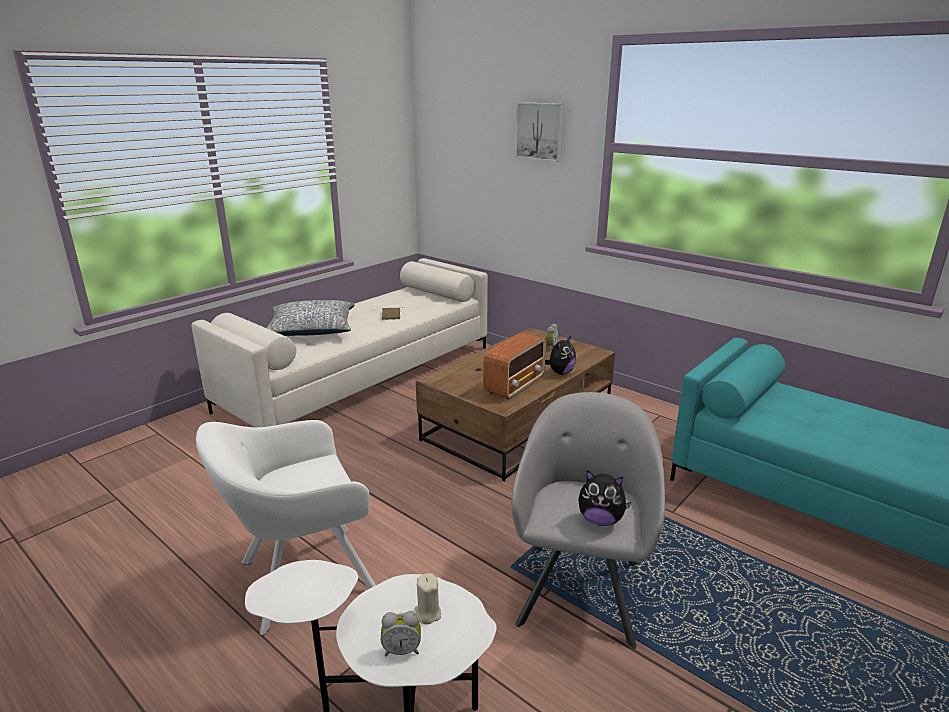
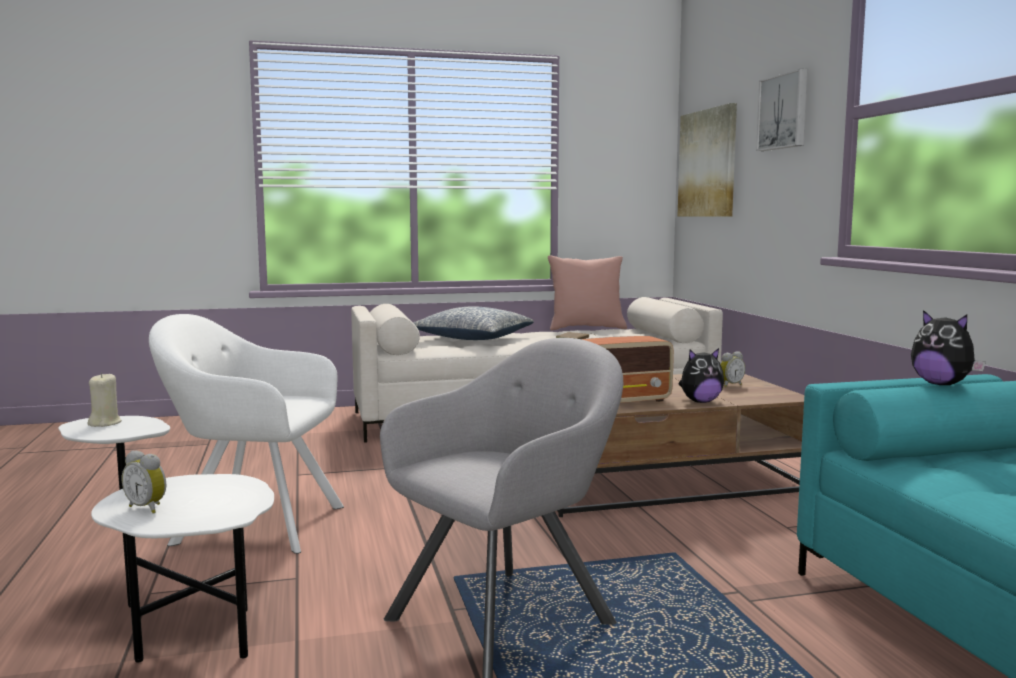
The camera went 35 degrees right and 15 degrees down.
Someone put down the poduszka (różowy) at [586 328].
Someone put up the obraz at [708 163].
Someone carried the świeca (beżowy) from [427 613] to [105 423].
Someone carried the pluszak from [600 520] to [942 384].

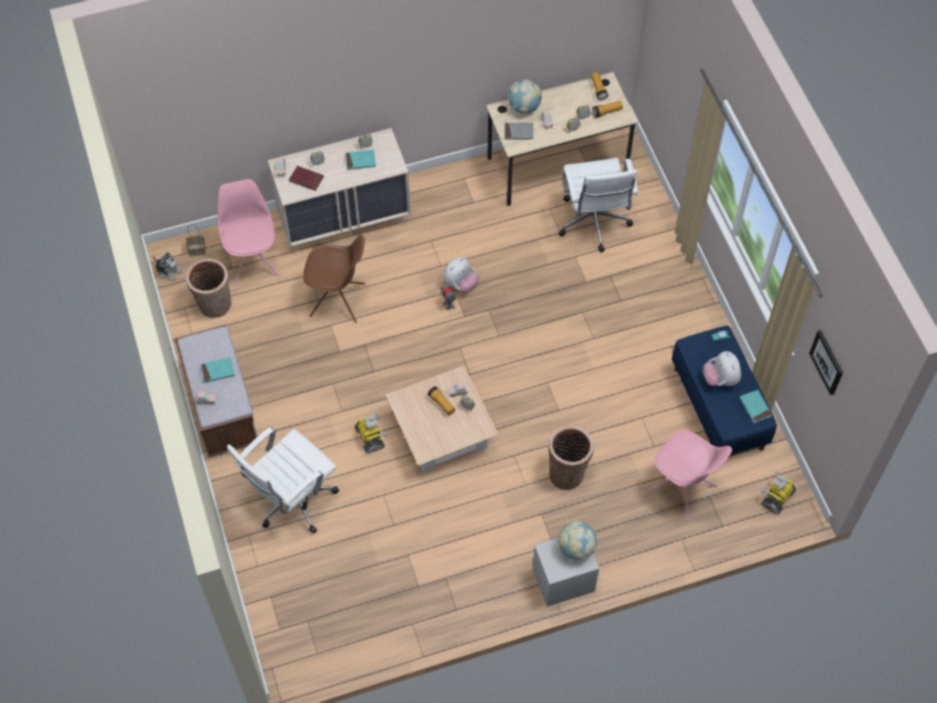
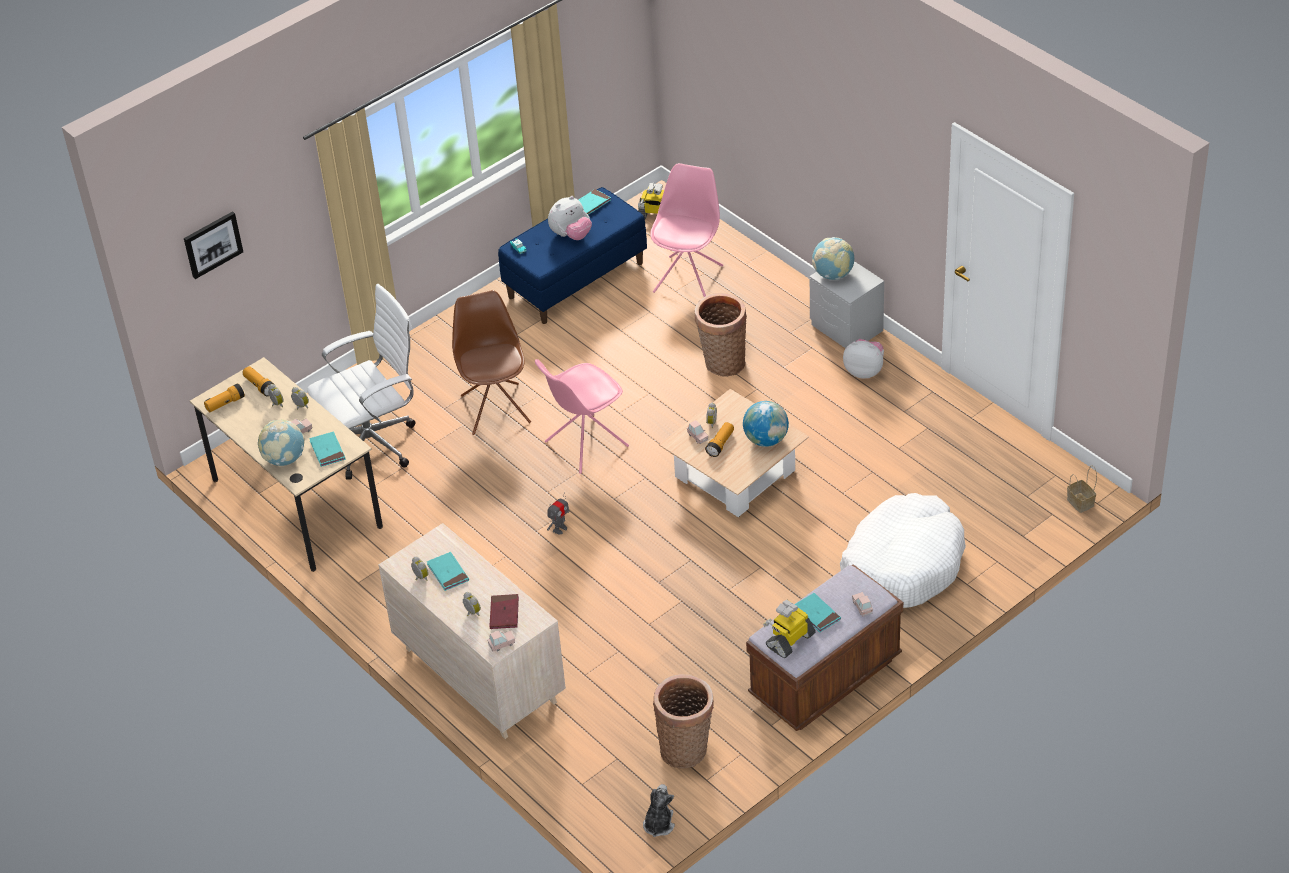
The camera went 110 degrees left and 15 degrees down.
Someone put down the globus at [766 439].
Someone carried the koszyk from [196 250] to [1081 503].
Someone carried the krzesło (różowy) from [253 261] to [585 444].
Someone carried the krzesło (brązowy) from [338 300] to [495 408].
Someone carried the robot zabawkowy from [370 438] to [790 640].
Someone carried the pluszak from [460 284] to [864 371].
Someone carried the obraz from [827 362] to [212 244].
Someone swapped the krzesło biurowe (biały) at [291 501] for the legowisko (biały) at [902 564].
Someone repainted the książka (szary) at [518 132], which became the książka (turkusowy) at [327 451].

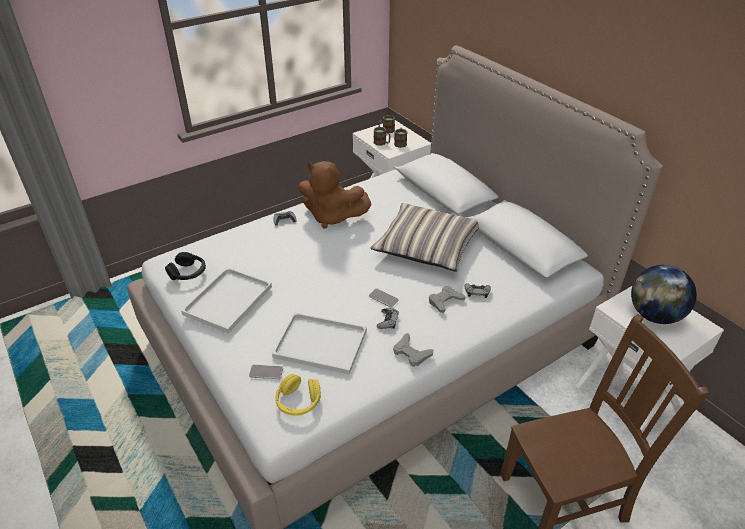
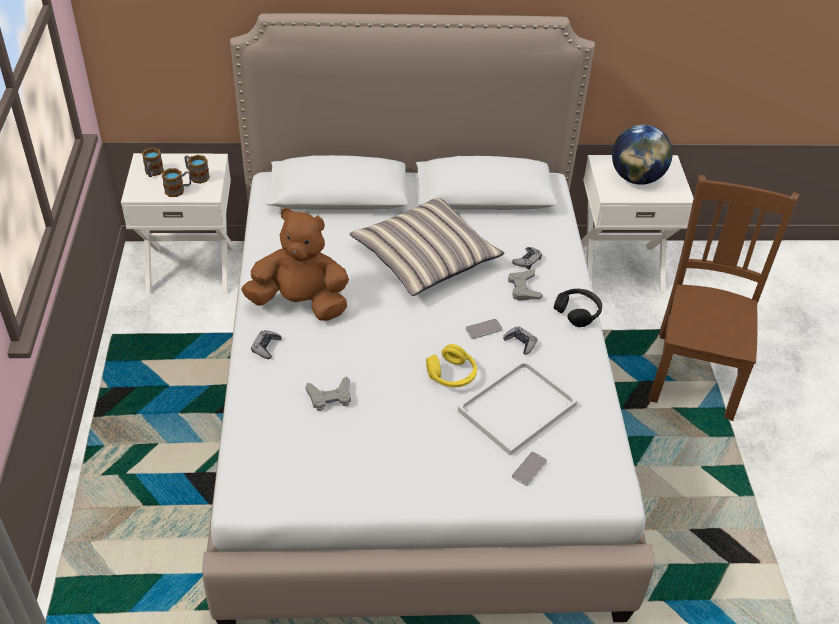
The camera went 60 degrees left and 5 degrees up.
Someone took away the taca (biały) at [228 299].
Someone carried the słuchawki (czarny) from [188 273] to [577 312].
Someone carried the słuchawki (żółty) from [298 401] to [452 374].
Someone carried the pad do gier (szary) from [411 353] to [330 397].
Someone rotated the pluszak (brązowy) at [332 217] by 135 degrees counterclockwise.

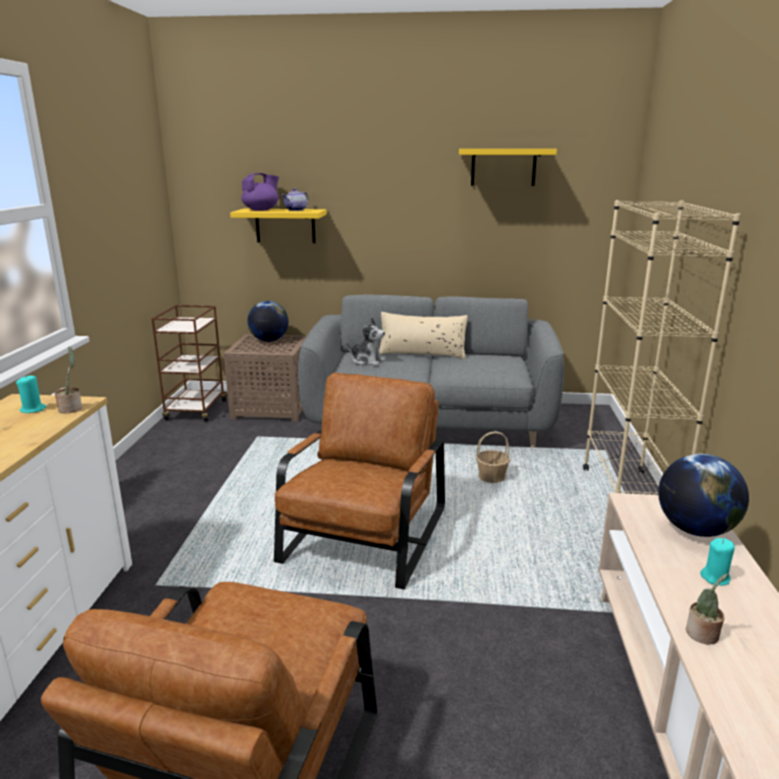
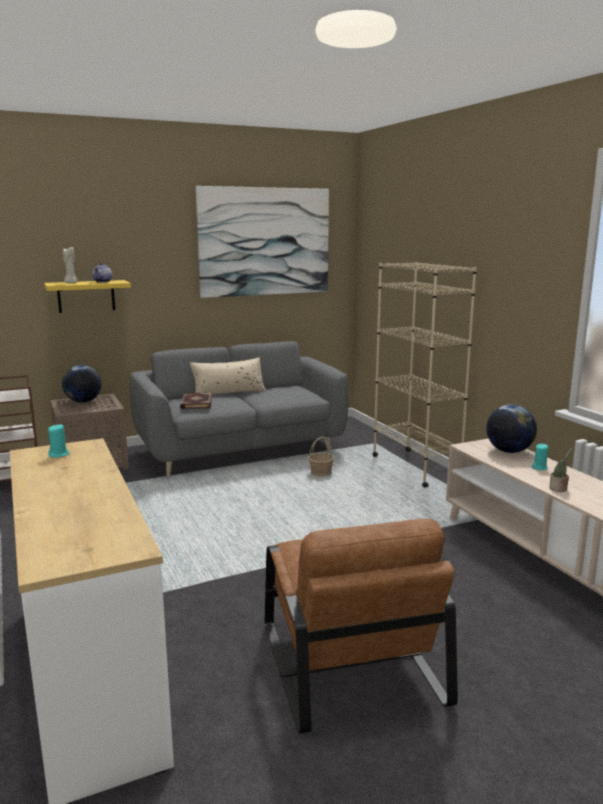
The camera went 30 degrees left and 5 degrees down.
Someone took away the roślina doniczkowa at [71 408].
Someone took away the fotel (brązowy) at [364 536].
Someone swapped the imbryk (fioletowy) at [261 210] for the świeca (beżowy) at [71 283].
Someone swapped the pluszak at [367 361] for the książka at [196 403].
Someone swapped the półka (żółty) at [503 167] for the obraz at [264 242].

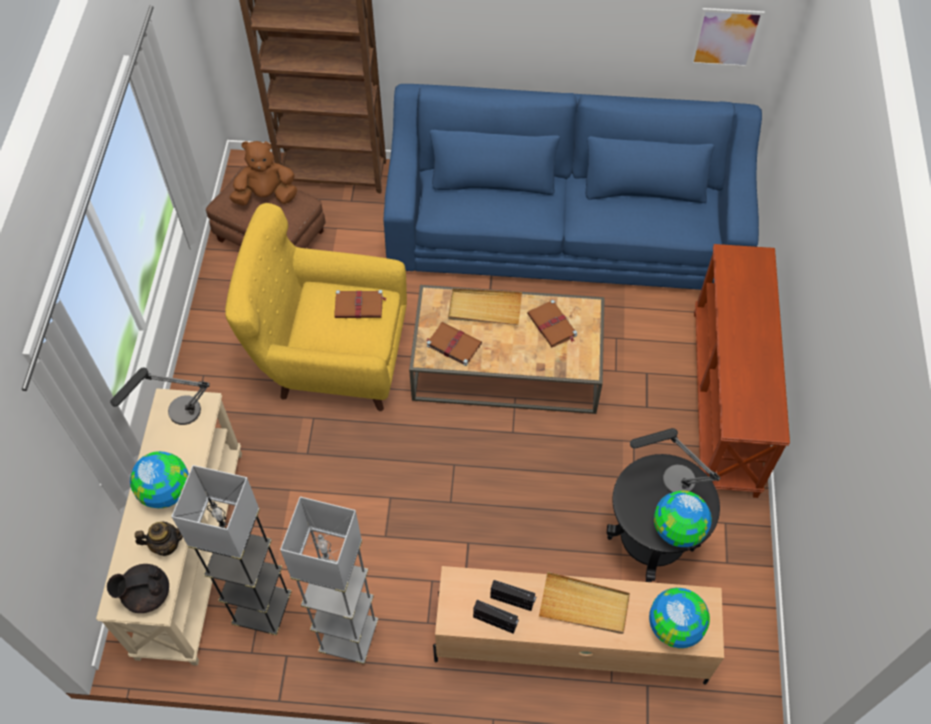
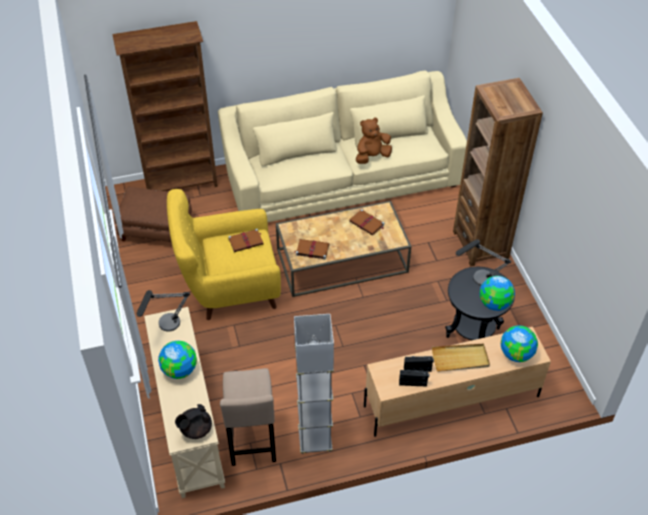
The camera went 20 degrees left and 10 degrees down.
Someone took away the imbryk at [166 544].
Someone took away the taca (beżowy) at [484 308].
Someone took away the obraz at [726 38].
Someone carried the pluszak (brązowy) from [266 196] to [372 157].
Someone swapped the lampa stojąca (szary) at [262 610] for the stołek (beżowy) at [252 442].
Someone swapped the stolik konsolowy (brązowy) at [725 401] for the regał (brązowy) at [481 244].
Someone repainted the kanapa (niebieski) at [565 229], which became the kanapa (beżowy) at [343 177].

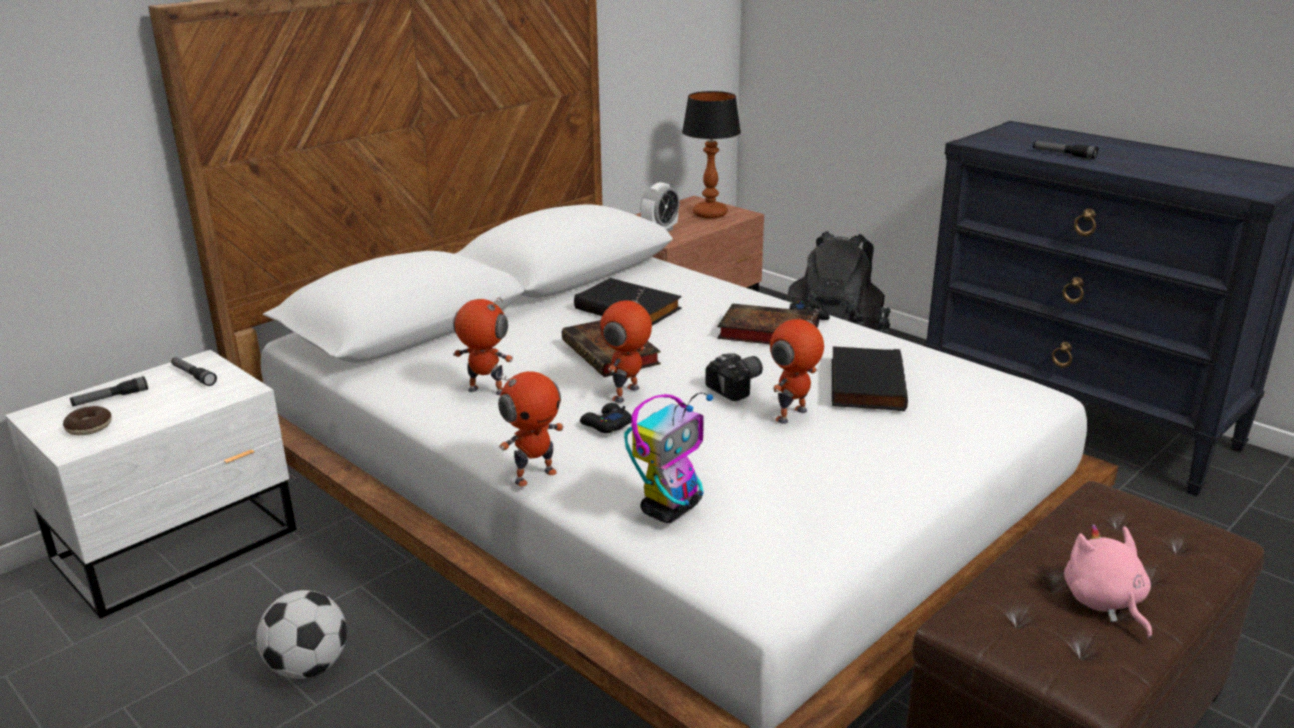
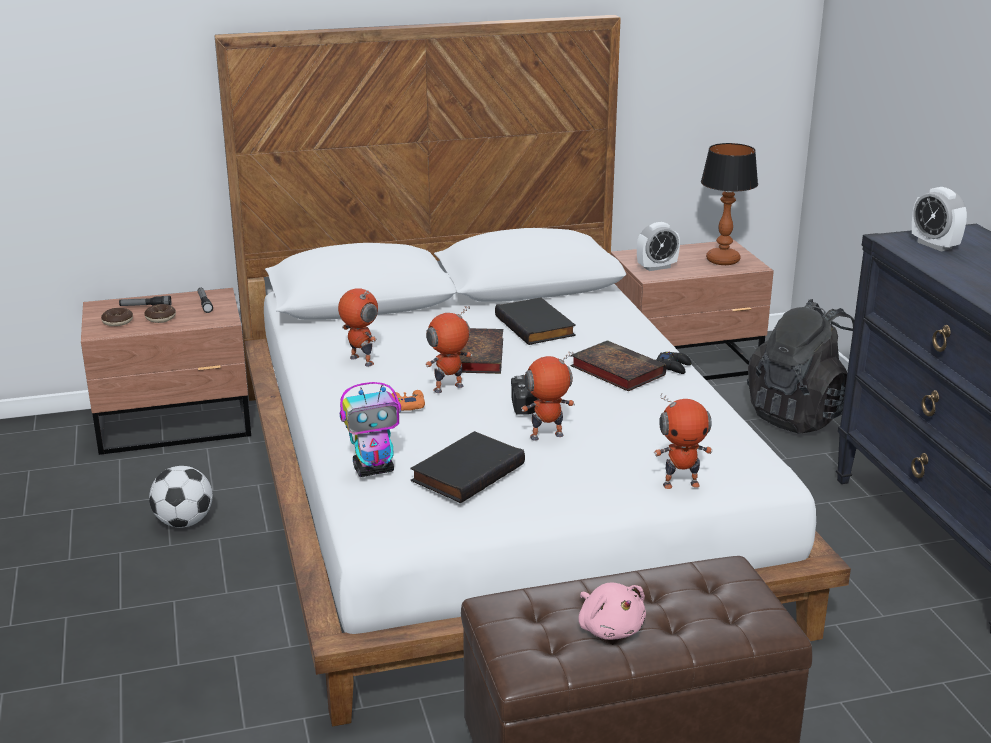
The camera went 30 degrees right and 0 degrees up.
Someone took away the latarka at [1063 154].
Someone put down the donut at [160 318].
Someone put down the budzik at [934 245].
Someone carried the robot zabawkowy from [534 475] to [681 484].
Someone carried the książka (czarny) from [864 384] to [466 471].
Someone repainted the szafka nocna (biały) at [181 546], which became the szafka nocna (brązowy) at [176 425].
Someone repainted the pad do gier (czarny) at [606 424], which became the pad do gier (pomarańczowy) at [407 405].
Someone rotated the pluszak (różowy) at [1105 603] by 135 degrees clockwise.

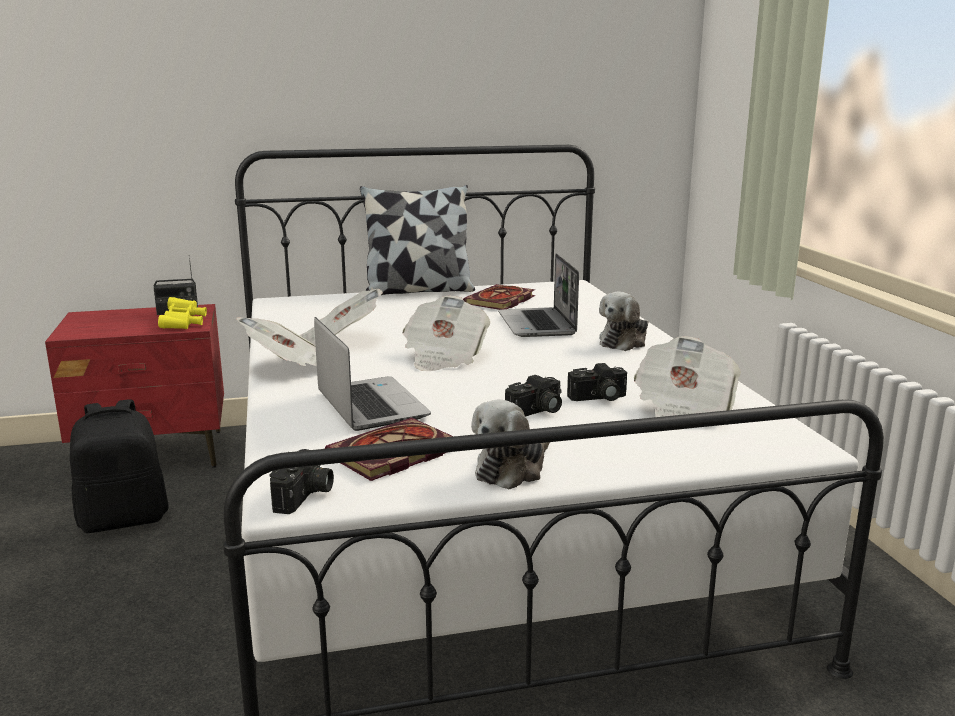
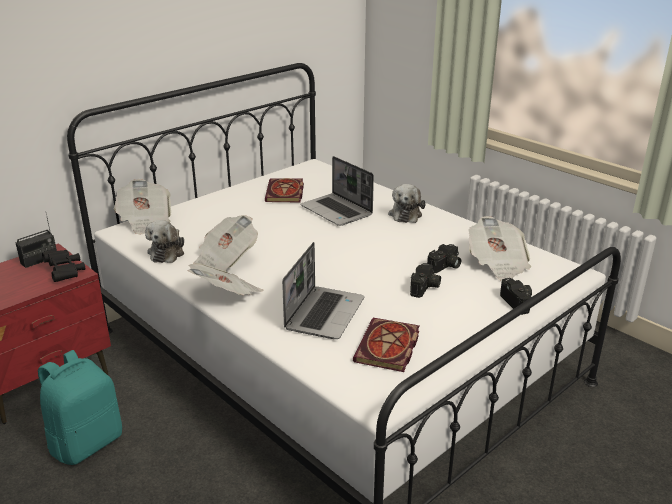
The camera went 30 degrees left and 10 degrees up.
Someone took away the poduszka at [418 291].
Someone carried the aparat fotograficzny from [304 496] to [518 302].
Someone carried the gazeta from [444 357] to [145 221].
Someone carried the pluszak from [513 468] to [167 252].
Someone repainted the plecak (czarny) at [124 519], which became the plecak (turkusowy) at [86 442].
Someone repainted the lornetka (żółty) at [184 324], which became the lornetka (czarny) at [65 272].
Someone rotated the laptop at [369 405] by 75 degrees clockwise.

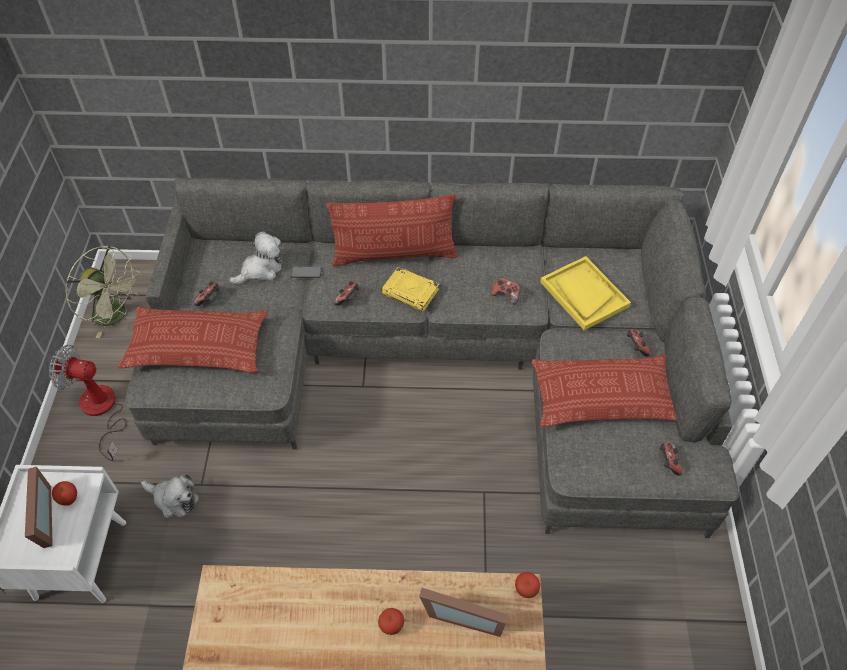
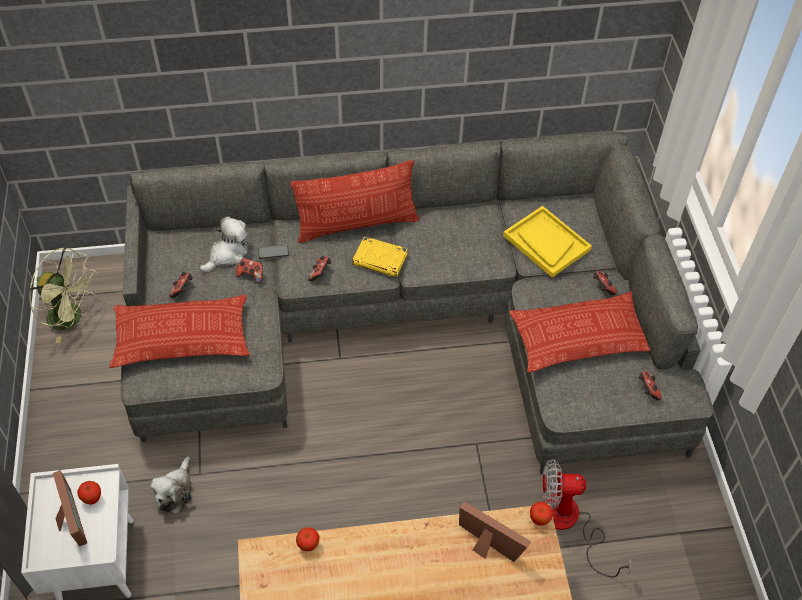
The camera went 10 degrees left and 0 degrees up.
Someone carried the wentylator from [101 411] to [569 523].
Someone carried the jabłko from [391 626] to [308 545].
Someone carried the pad do gier from [506 295] to [251 275].
Someone rotated the pluszak at [174 499] by 90 degrees clockwise.
Someone rotated the ramka na zdjęcie at [463 614] by 150 degrees counterclockwise.

